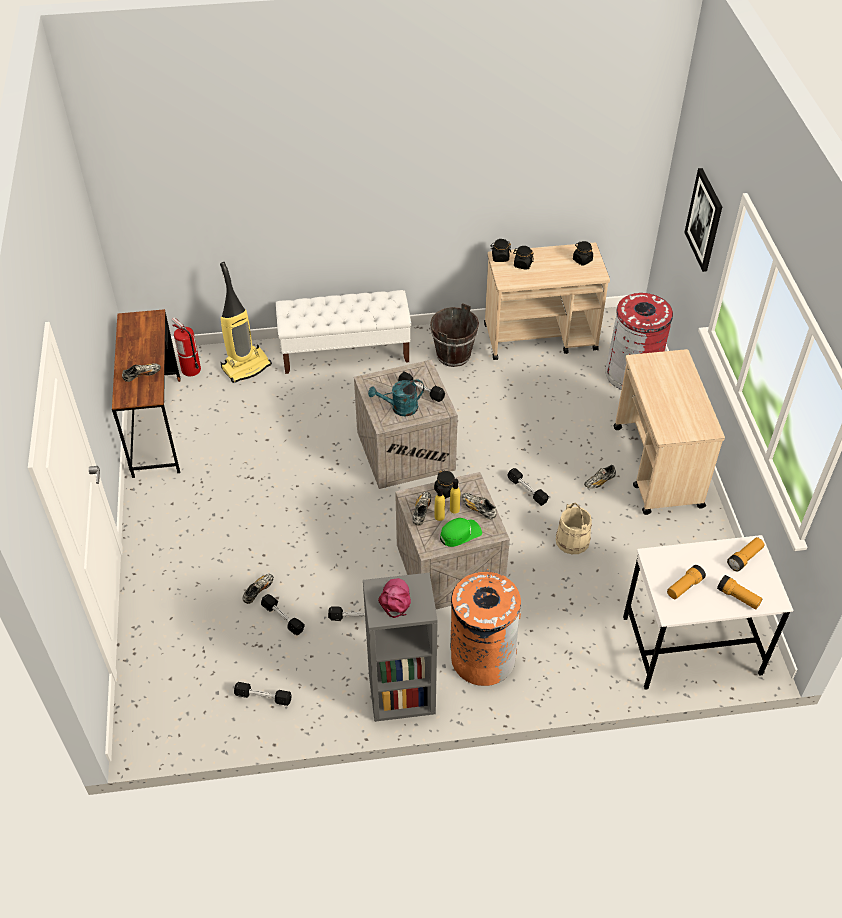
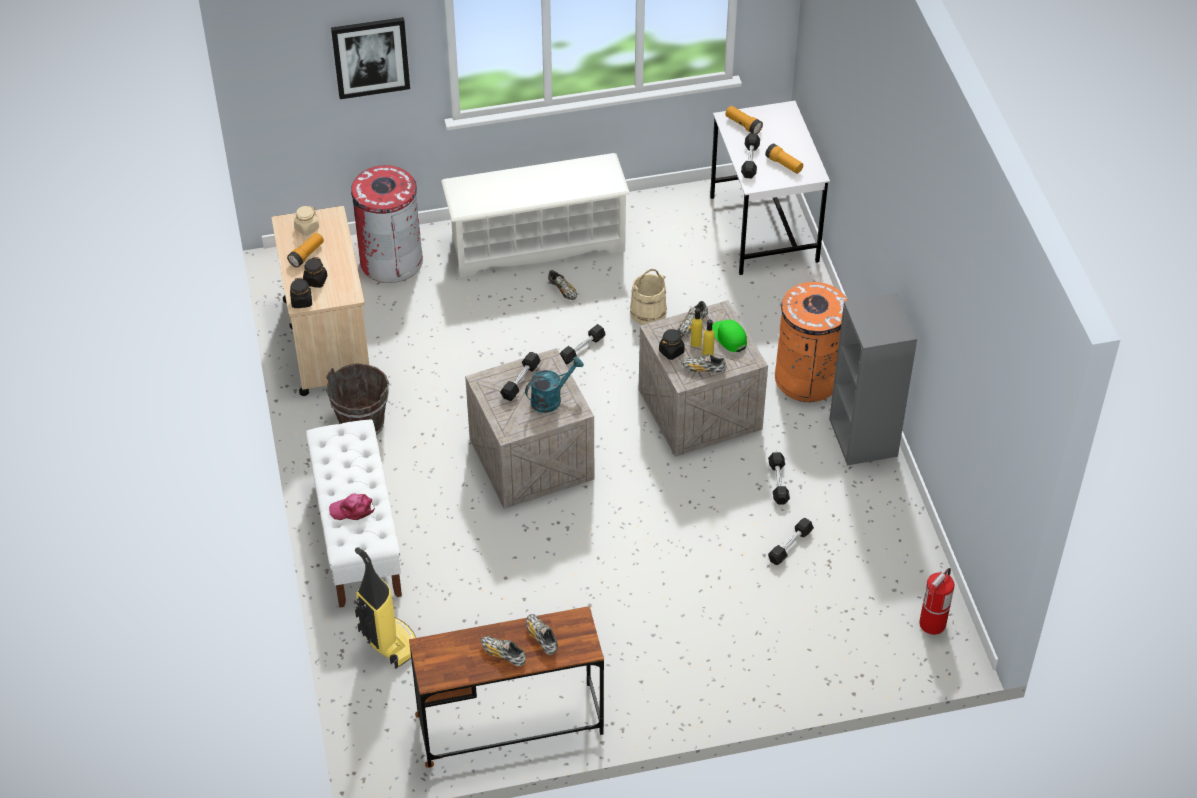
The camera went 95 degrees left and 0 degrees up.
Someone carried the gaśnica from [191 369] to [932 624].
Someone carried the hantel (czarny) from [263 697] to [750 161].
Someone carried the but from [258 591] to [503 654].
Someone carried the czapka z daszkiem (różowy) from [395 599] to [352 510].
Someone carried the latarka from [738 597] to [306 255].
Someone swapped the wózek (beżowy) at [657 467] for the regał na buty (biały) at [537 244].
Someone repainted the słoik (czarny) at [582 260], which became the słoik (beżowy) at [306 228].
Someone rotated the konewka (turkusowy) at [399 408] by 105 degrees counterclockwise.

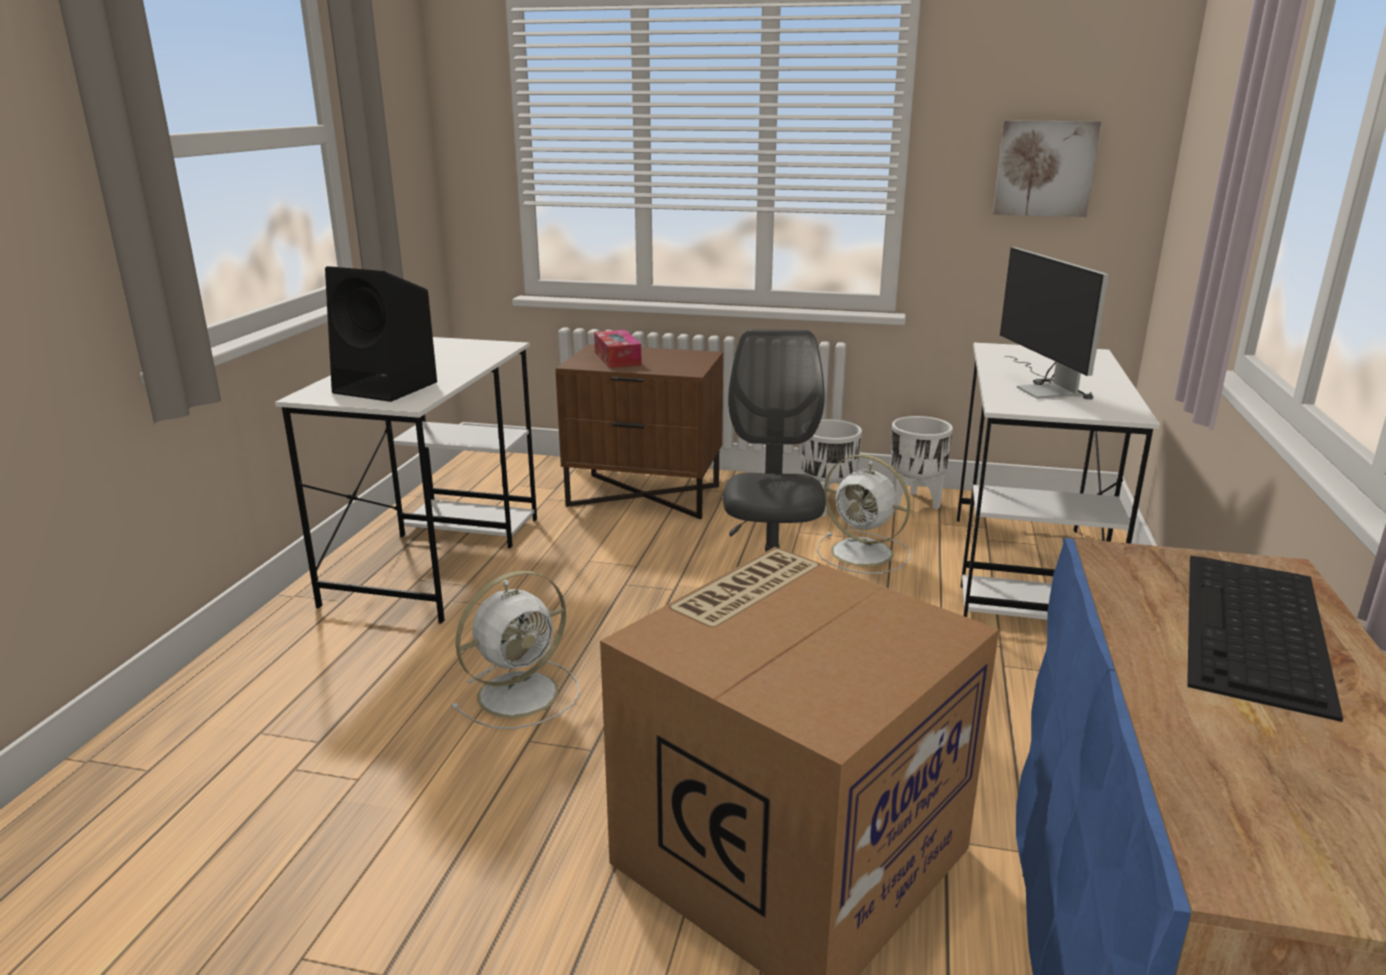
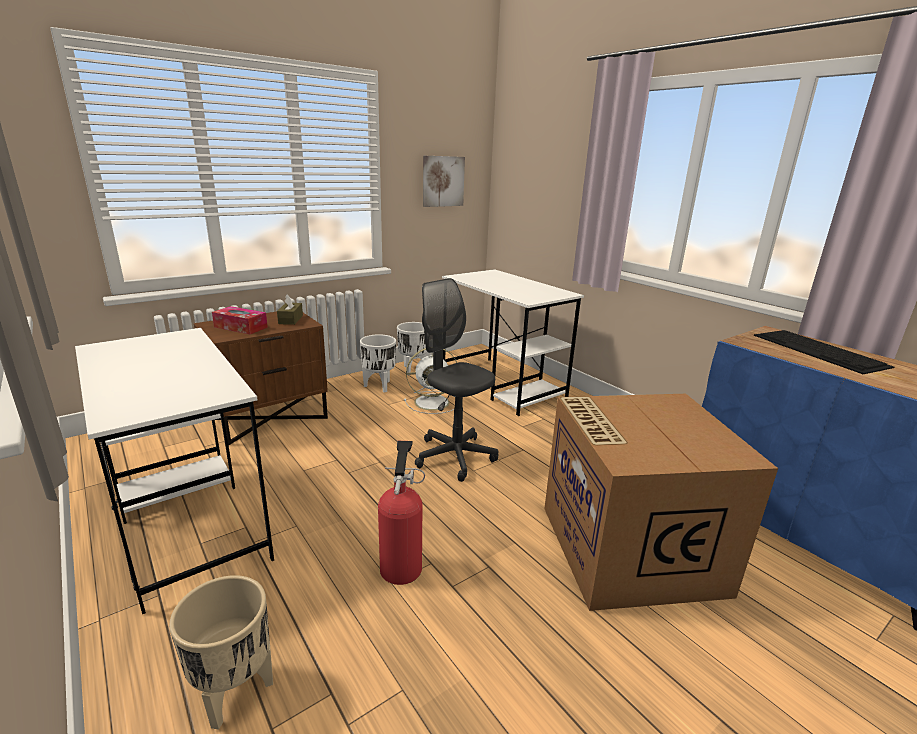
The camera went 50 degrees left and 0 degrees up.
Someone took away the głośnik (czarny) at [388 388].
Someone took away the monitor at [1043 387].
Someone put down the donica (beżowy) at [235 692].
Someone put down the pudełko chusteczek (brązowy) at [290 319].
Someone swapped the wentylator (biały) at [521 693] for the gaśnica at [401 565].

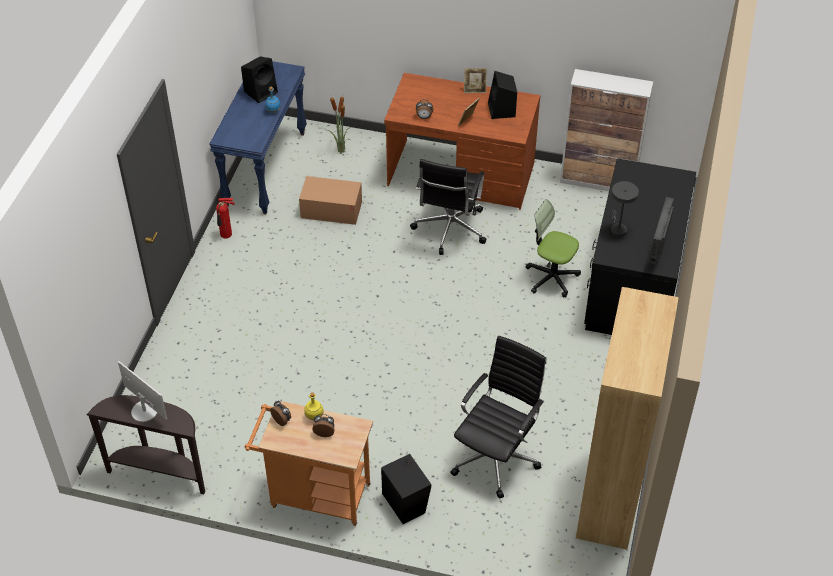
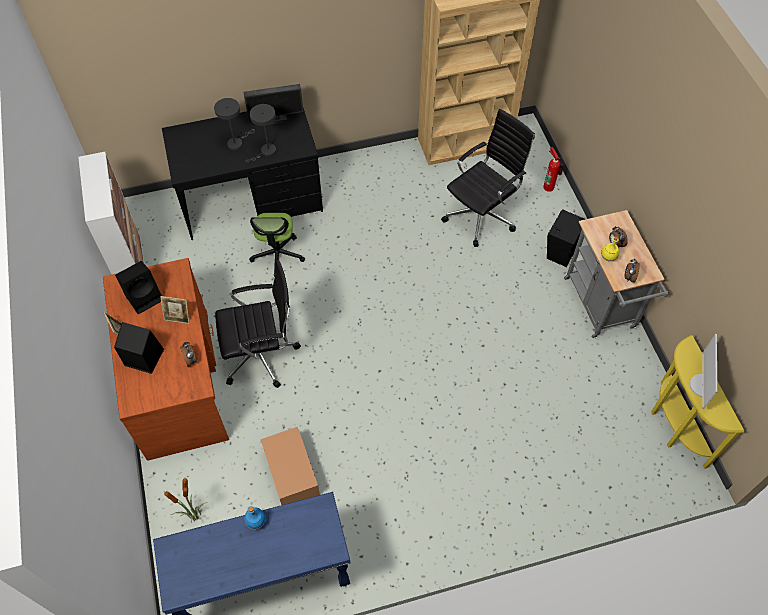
The camera went 120 degrees left and 10 degrees up.
Someone put down the lampa stołowa (szary) at [237 143].
Someone carried the gaśnica from [226 235] to [549 186].
Someone carried the głośnik (czarny) from [261 91] to [143 357].
Someone repainted the stolik konsolowy (brązowy) at [160 472], which became the stolik konsolowy (żółty) at [673 426].
Someone repainted the wózek (pomarańczowy) at [314 495], which became the wózek (szary) at [602 307].
Someone rotated the krzesło biurowe (czarny) at [496 457] by 135 degrees clockwise.

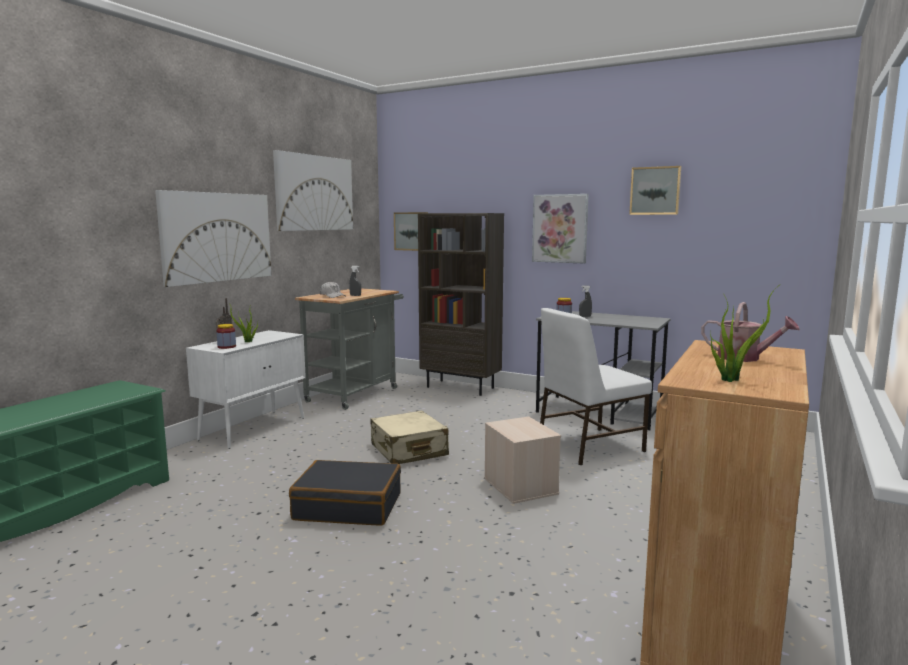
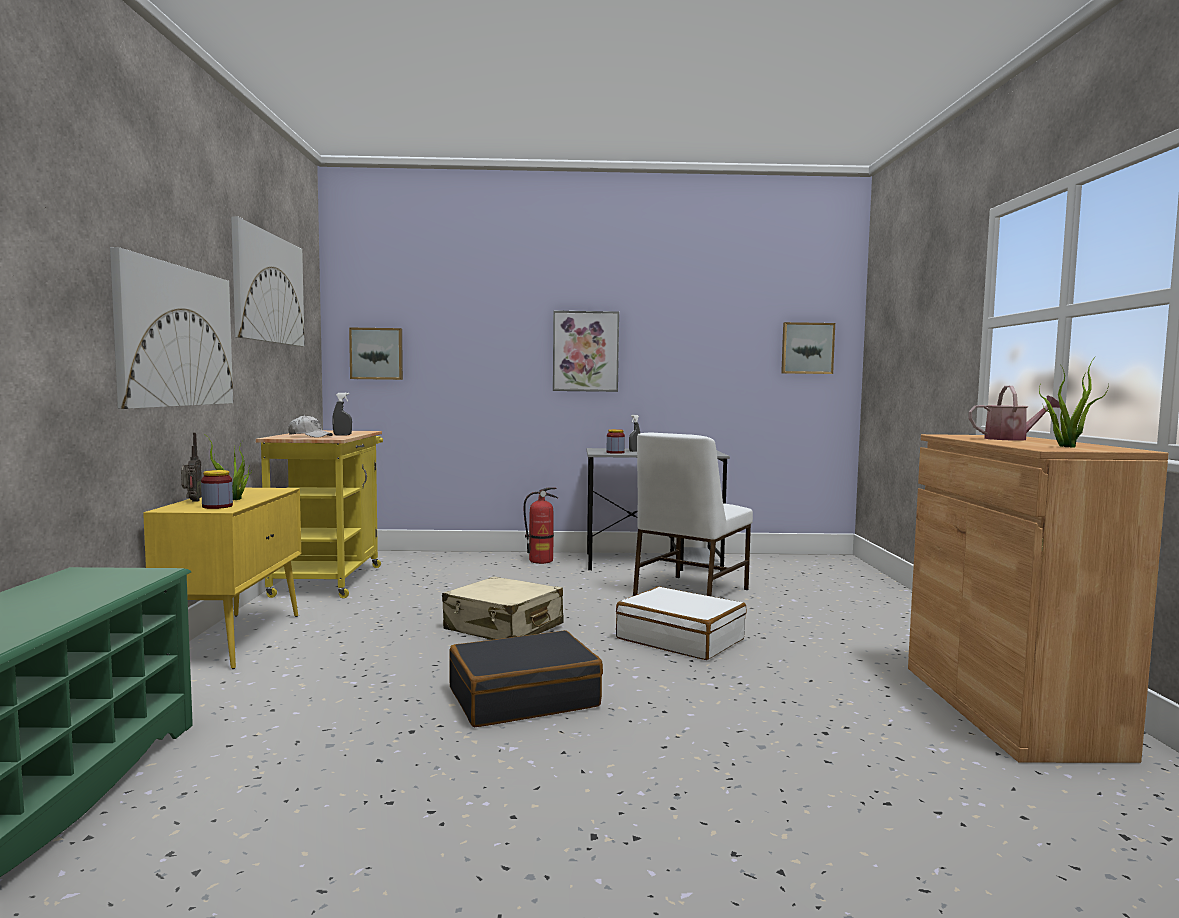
The camera went 30 degrees left and 5 degrees down.
Someone took away the regał (brązowy) at [461 387].
Someone put down the gaśnica at [541 561].
Someone carried the obraz from [655 191] to [807 348].
Someone swapped the pojemnik do przechowywania (beżowy) at [519 486] for the walizka (biały) at [680 639].
Someone repainted the szafka (biały) at [254 428], which became the szafka (żółty) at [235 639].
Someone repainted the wózek (szary) at [356 393], which became the wózek (żółty) at [329 578].

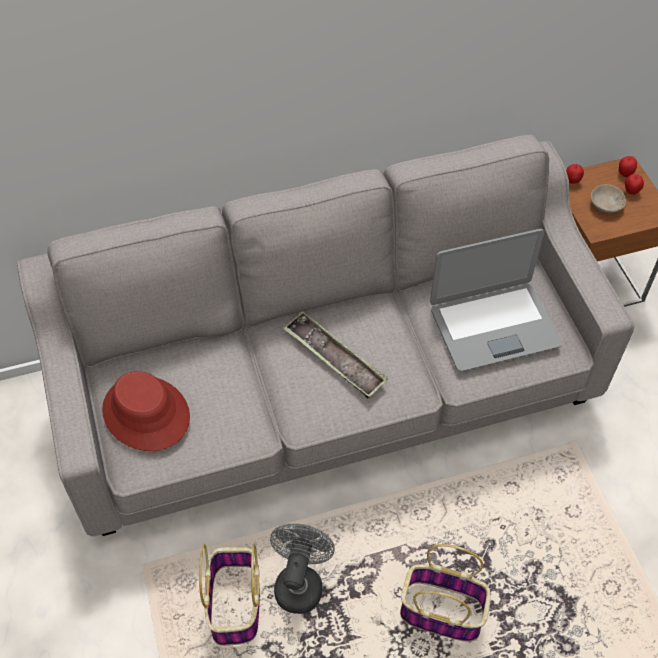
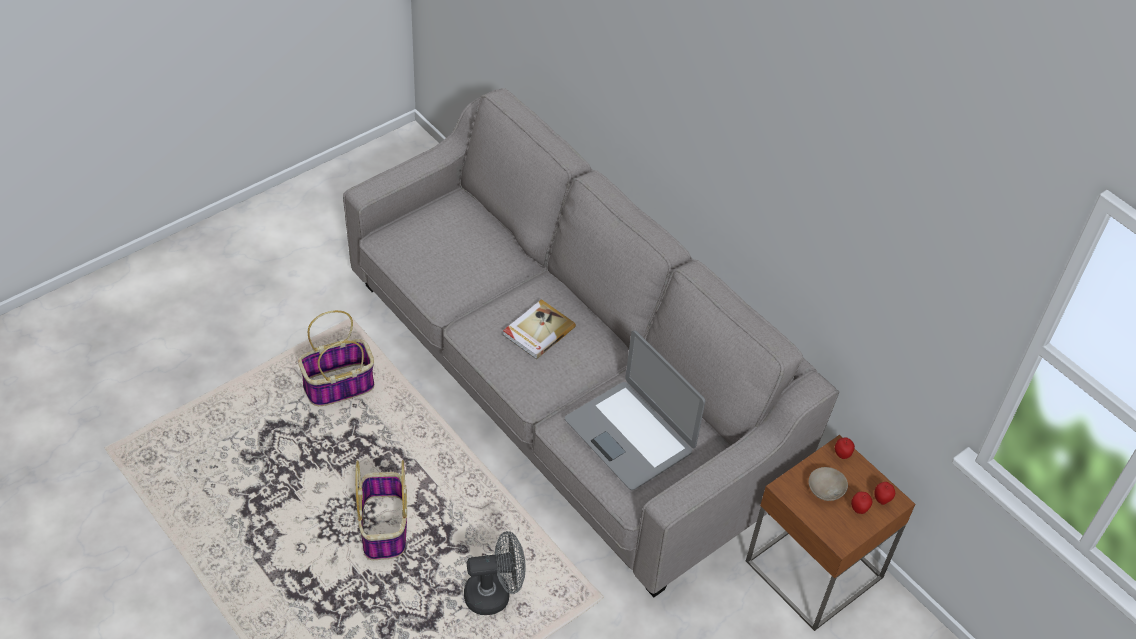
The camera went 65 degrees right and 5 degrees down.
Someone took away the kapelusz (czerwony) at [146 414].
Someone carried the wentylator (szary) from [300 582] to [495 594].
Someone swapped the taca at [334 359] for the książka at [537 331].

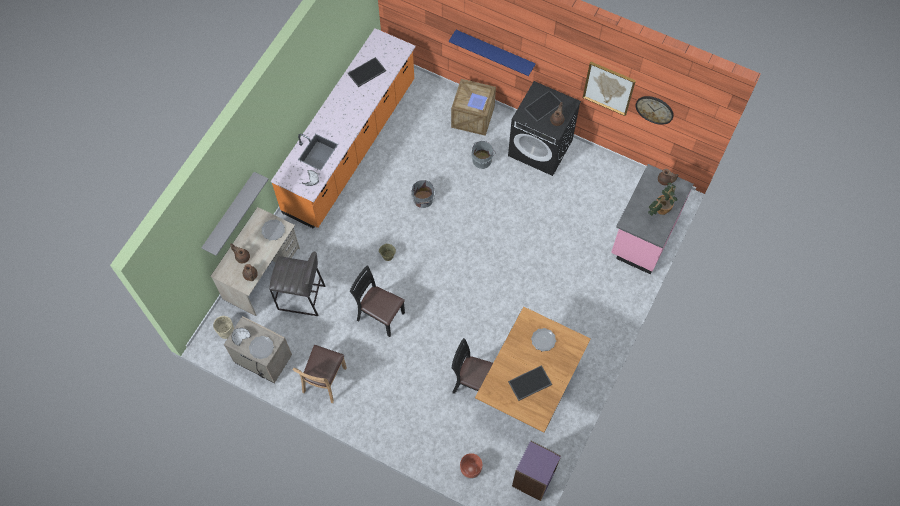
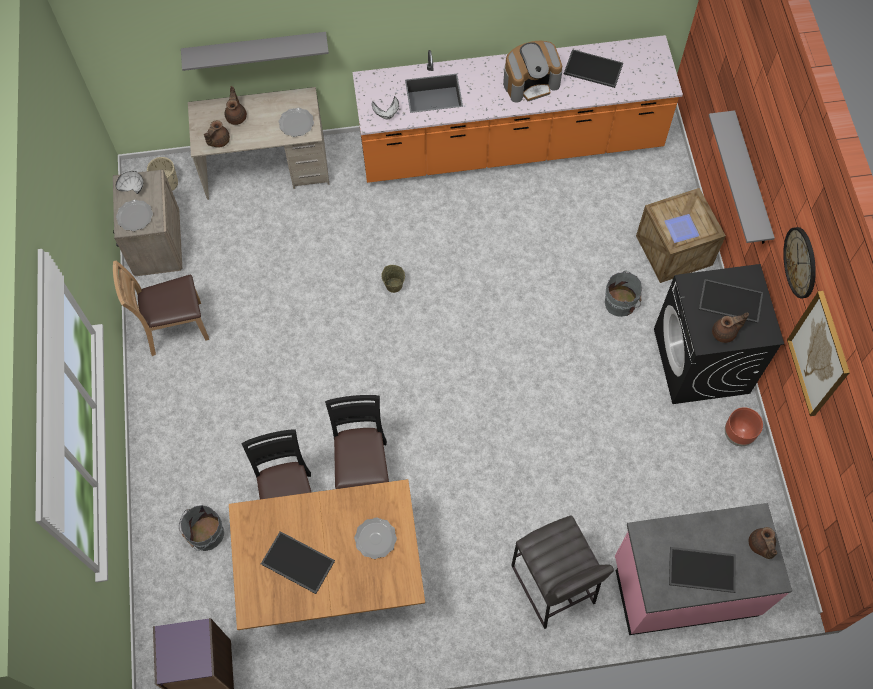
The camera went 55 degrees right and 0 degrees up.
Someone put down the ekspres do kawy at [531 82].
Someone carried the stołek (szary) from [302 298] to [552 585].
Someone carried the krzesło (czarny) from [380 316] to [363 471].
Someone carried the wiadro (szary) from [423 200] to [205 534].
Someone carried the donica (brązowy) from [470 469] to [737 435].
Someone carried the zegar ścienny from [654 109] to [801 262].
Someone swapped the roślina doniczkowa at [659 211] for the taca at [702 568].
Someone repainted the półka (niebieski) at [495 51], which became the półka (szary) at [750 181].

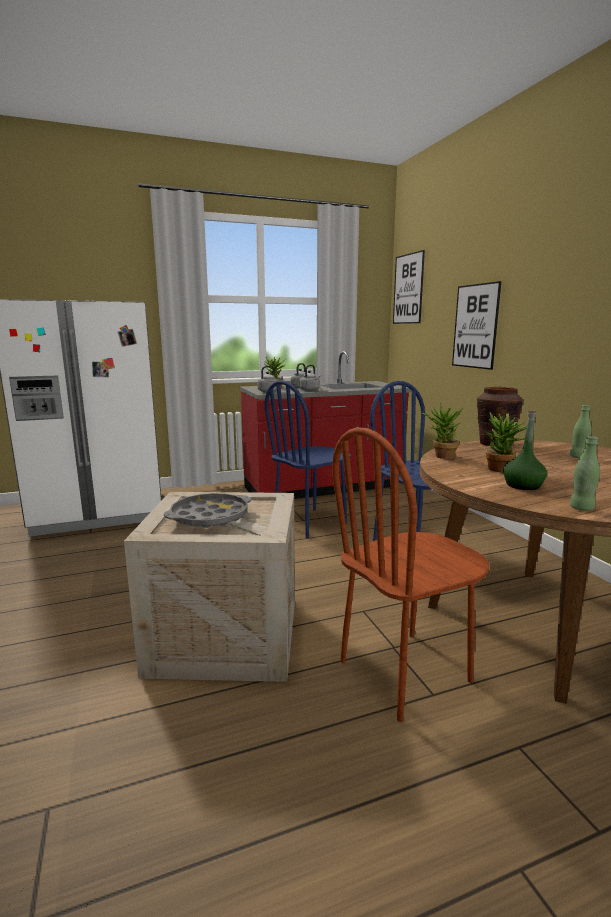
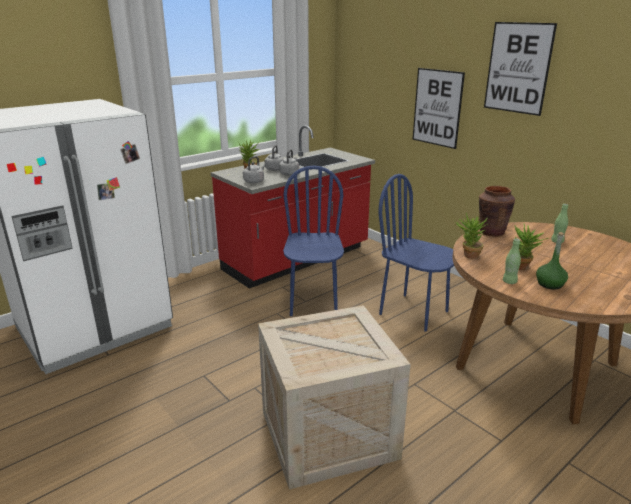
The camera went 20 degrees left and 10 degrees up.
Someone took away the taca (szary) at [209 516].
Someone took away the krzesło (brązowy) at [405 672].
Someone carried the obraz from [408 289] to [518 68].
Someone carried the butelka (zielony) from [581 508] to [509 282].
Someone rotated the krzesło (niebieski) at [310 522] by 150 degrees clockwise.

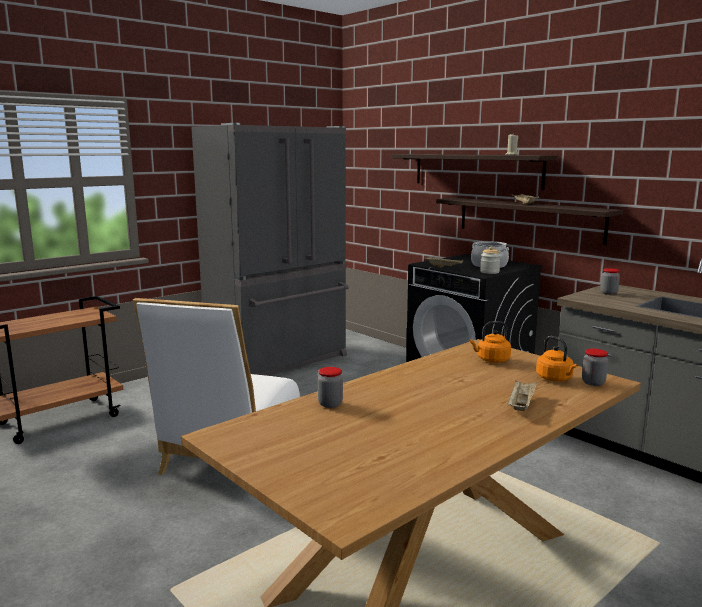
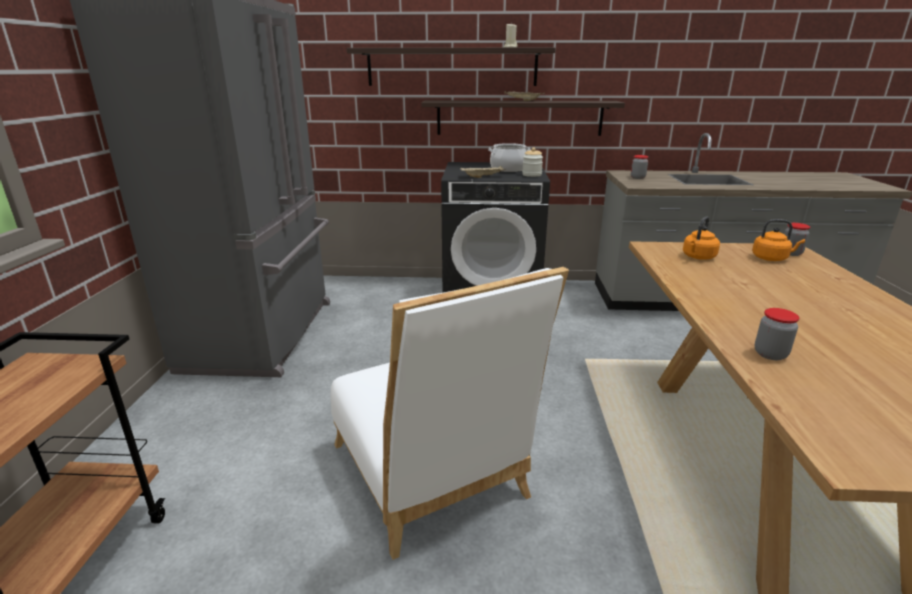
The camera went 45 degrees left and 10 degrees up.
Someone took away the taca (beżowy) at [521 405].

